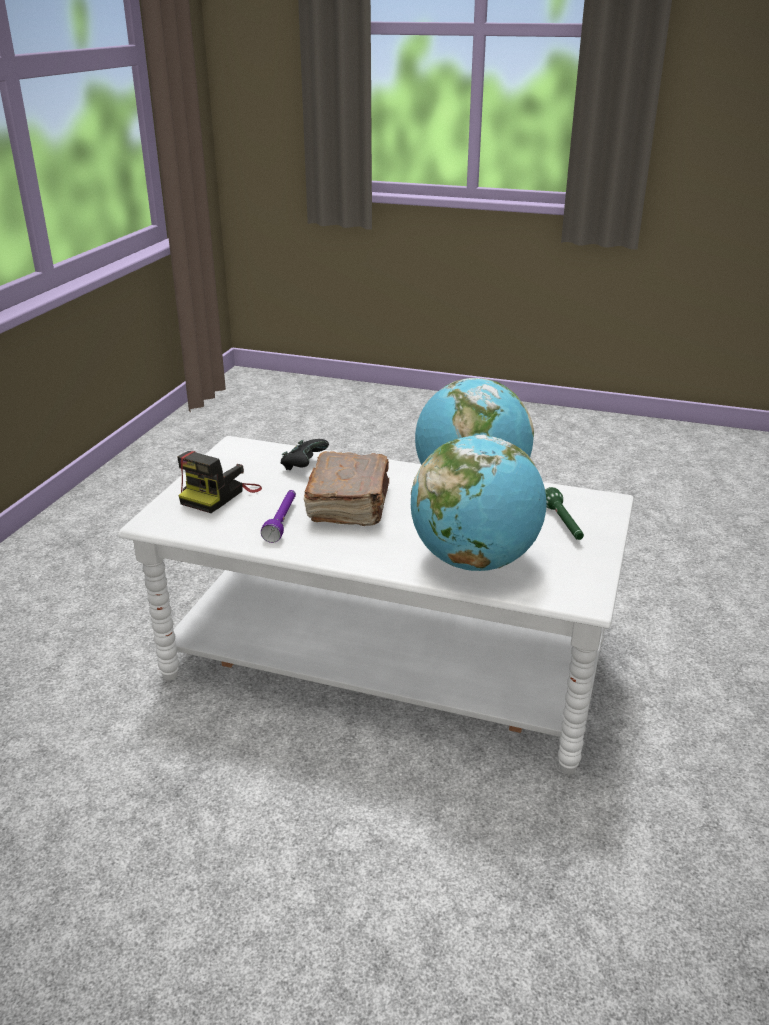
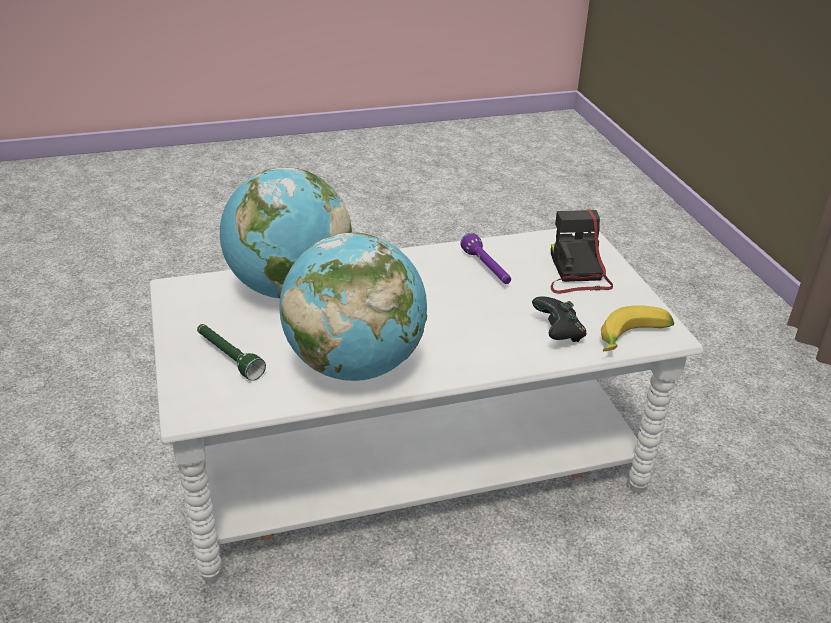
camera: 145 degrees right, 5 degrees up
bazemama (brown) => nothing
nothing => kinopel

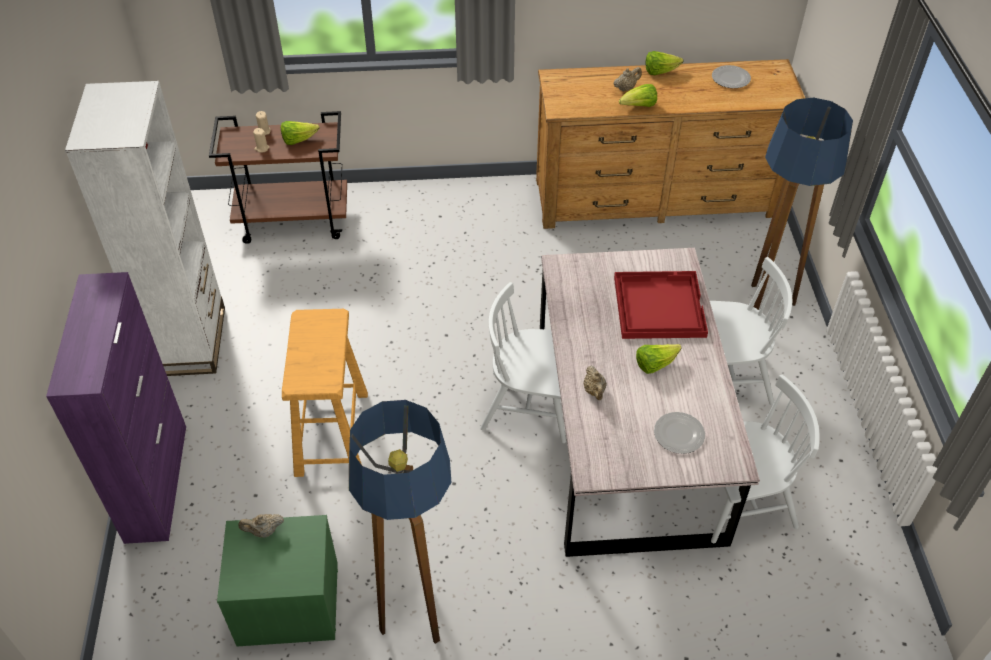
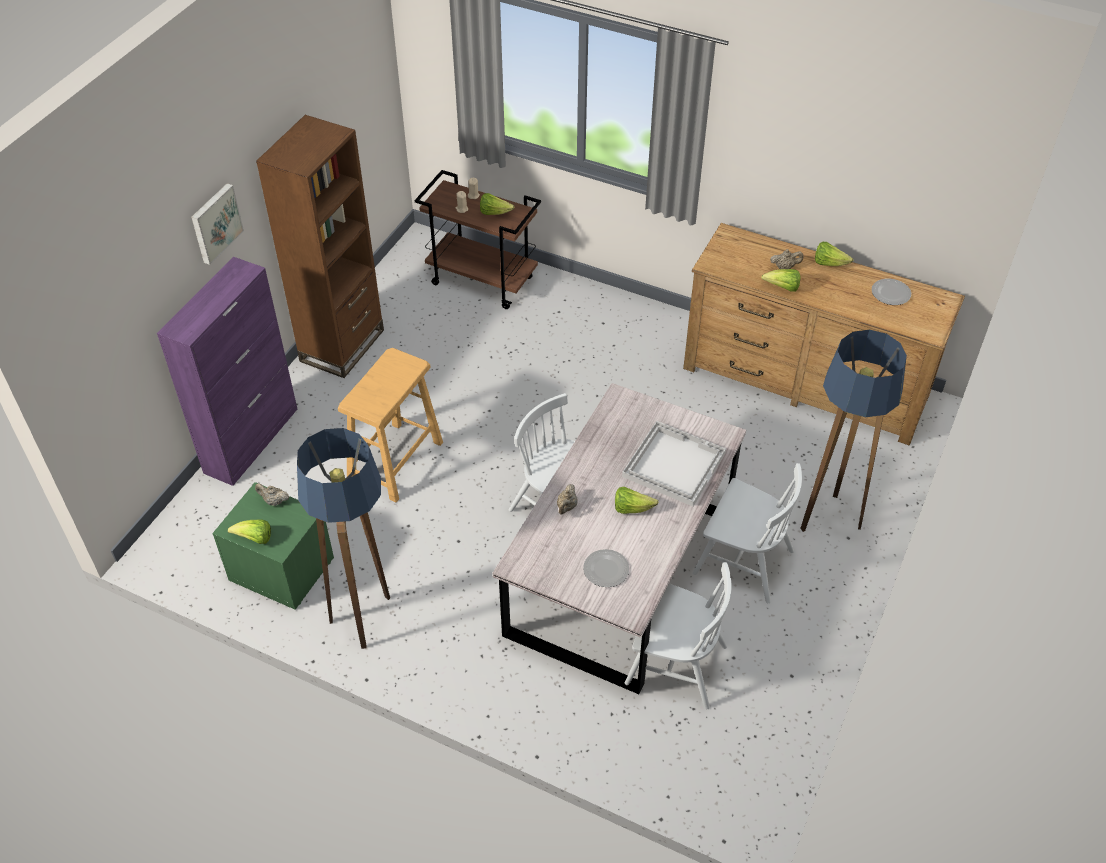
camera: 30 degrees right, 0 degrees up
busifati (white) => busifati (brown)
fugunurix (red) => fugunurix (white)
nothing => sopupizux
nothing => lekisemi (1st from left)

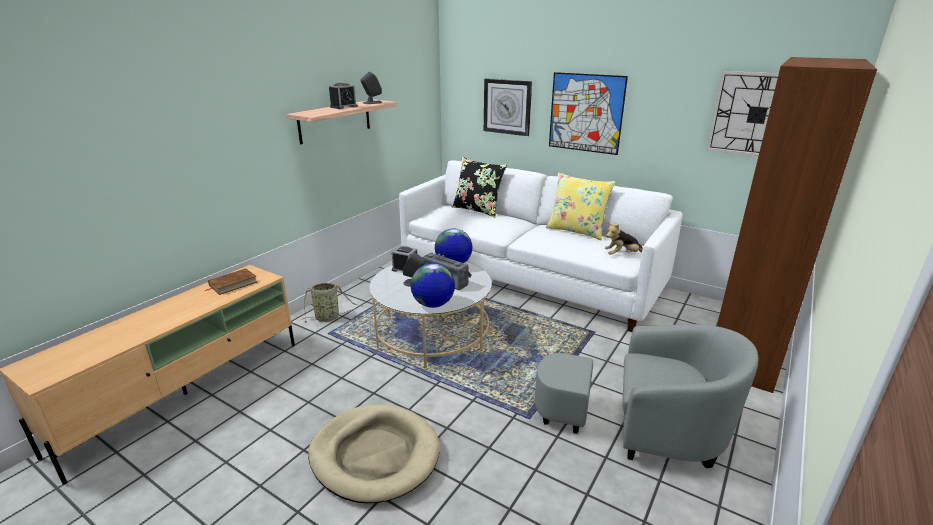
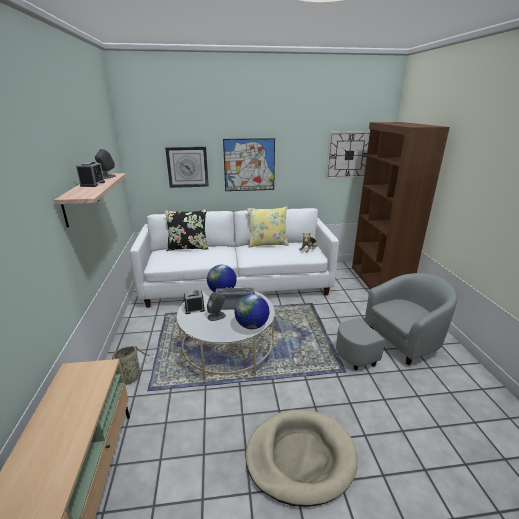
camera: 40 degrees left, 0 degrees up
bazemama (brown) => nothing

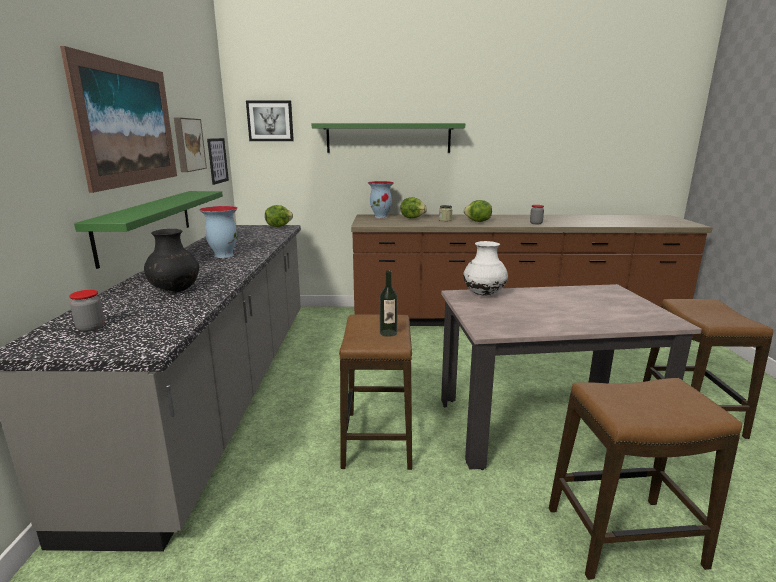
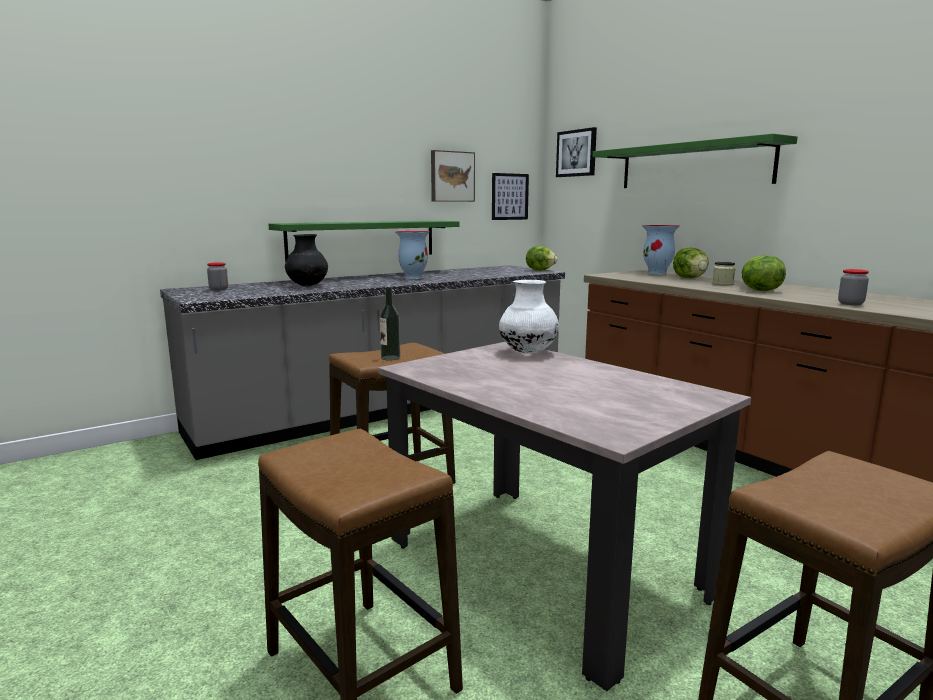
camera: 55 degrees right, 5 degrees down
sopupizux (1st from left) => nothing

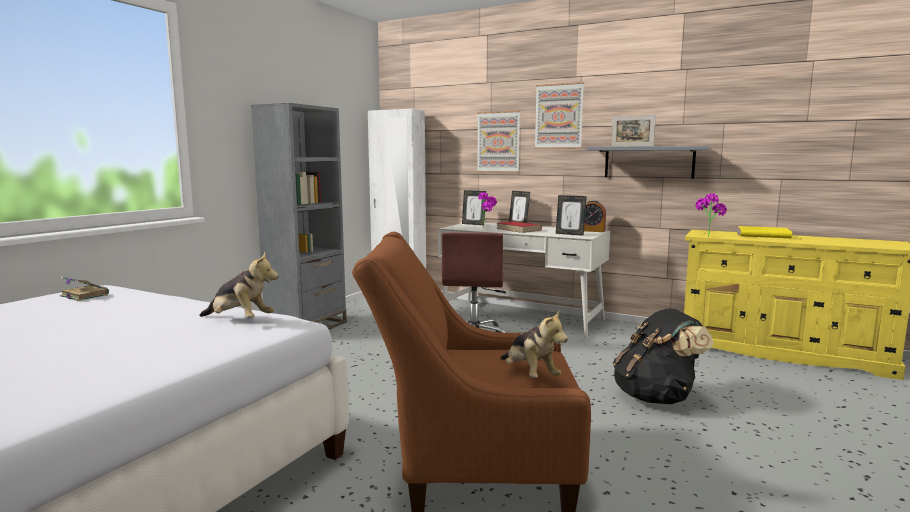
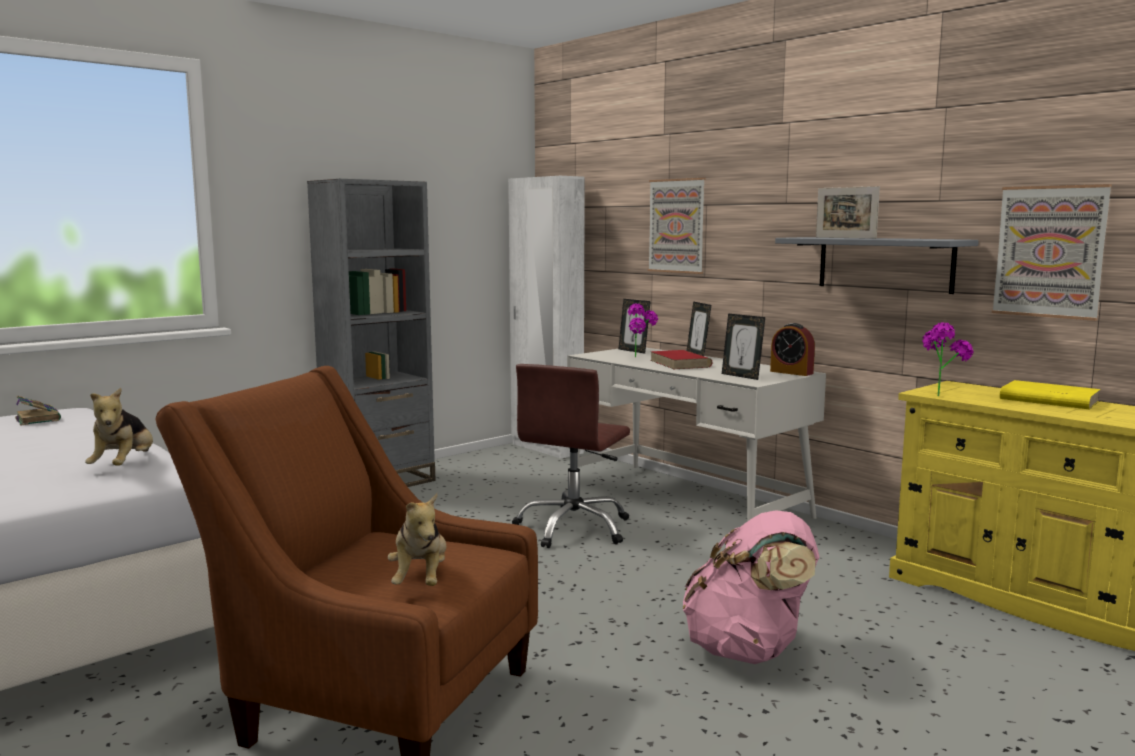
camera: 20 degrees right, 0 degrees up
sopupizux (2nd from left), move
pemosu (1st from left), 45 degrees clockwise
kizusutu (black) => kizusutu (pink)

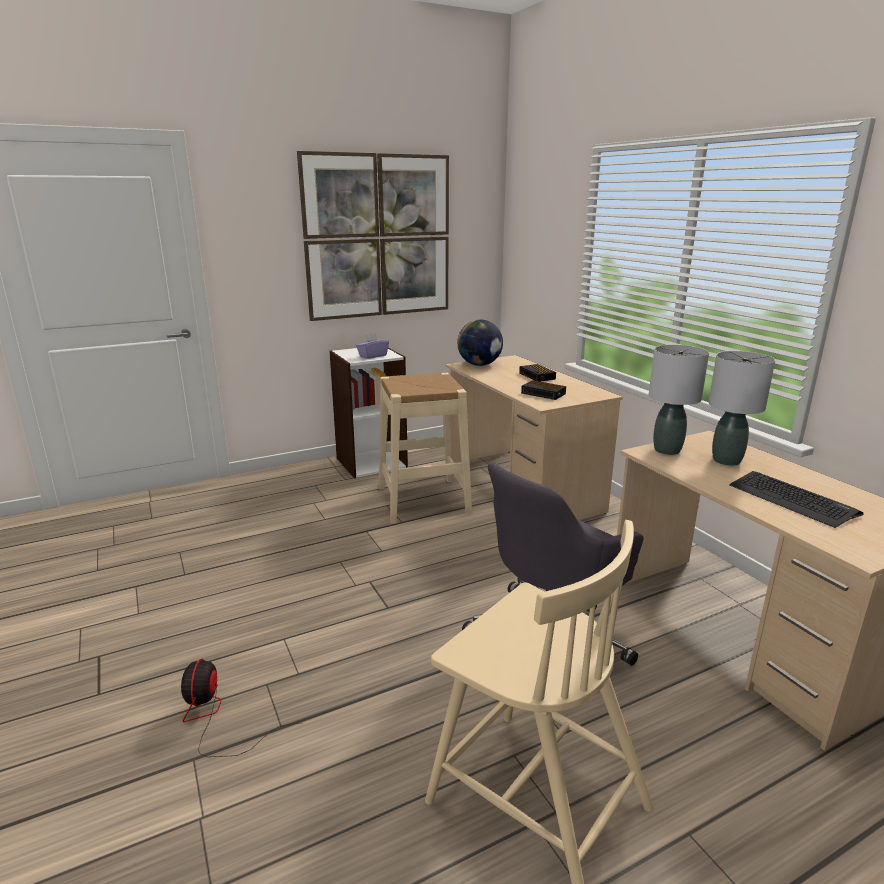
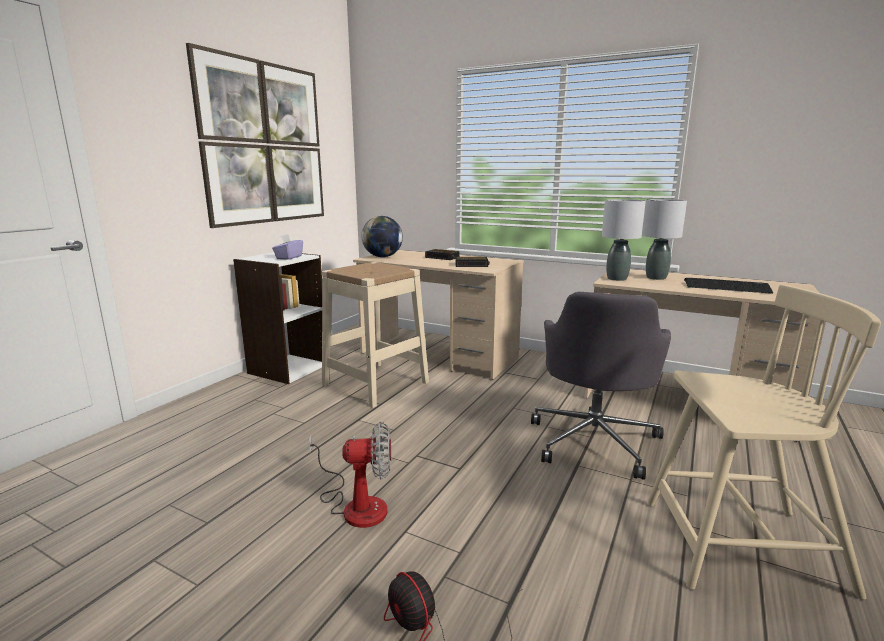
camera: 35 degrees left, 5 degrees down
nothing => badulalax (1st from left)

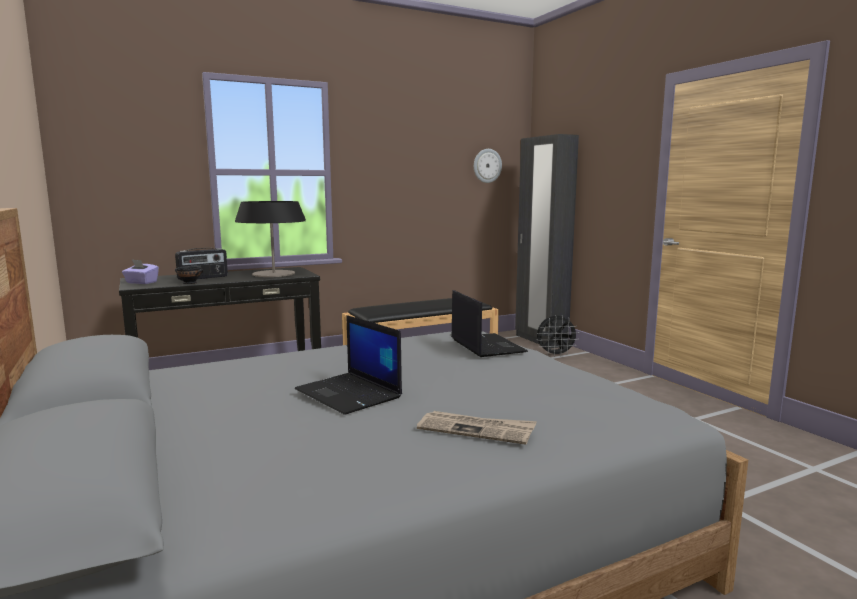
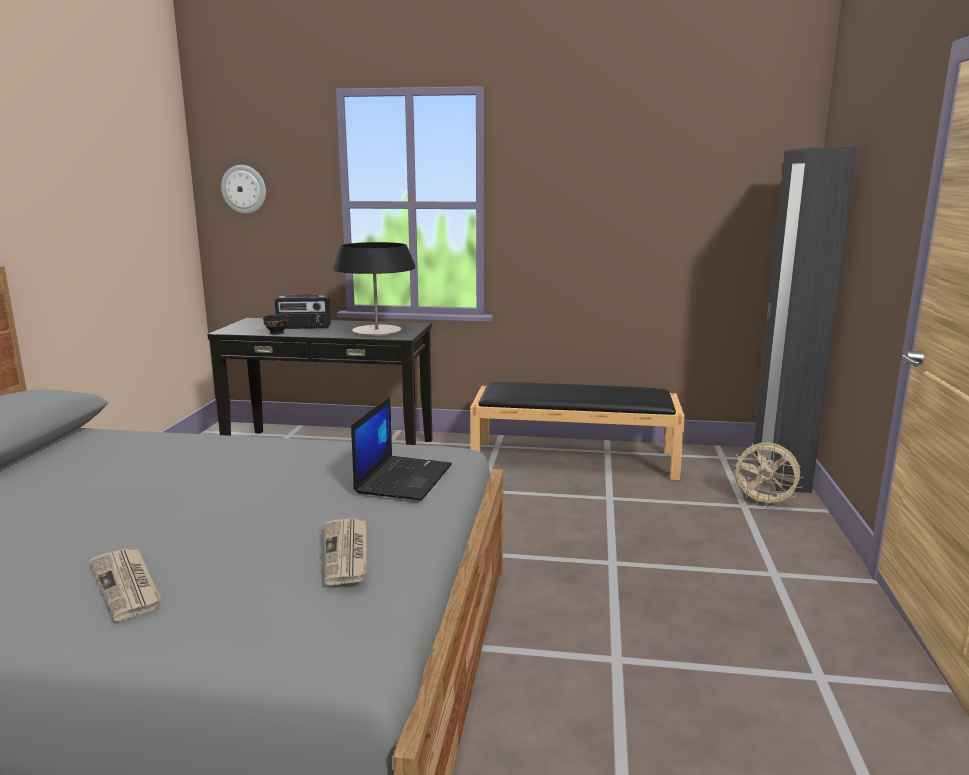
camera: 35 degrees right, 5 degrees up
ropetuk, move
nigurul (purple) => nothing
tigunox (1st from left) => nothing
badulalax (black) => badulalax (beige)
nothing => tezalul (2nd from left)

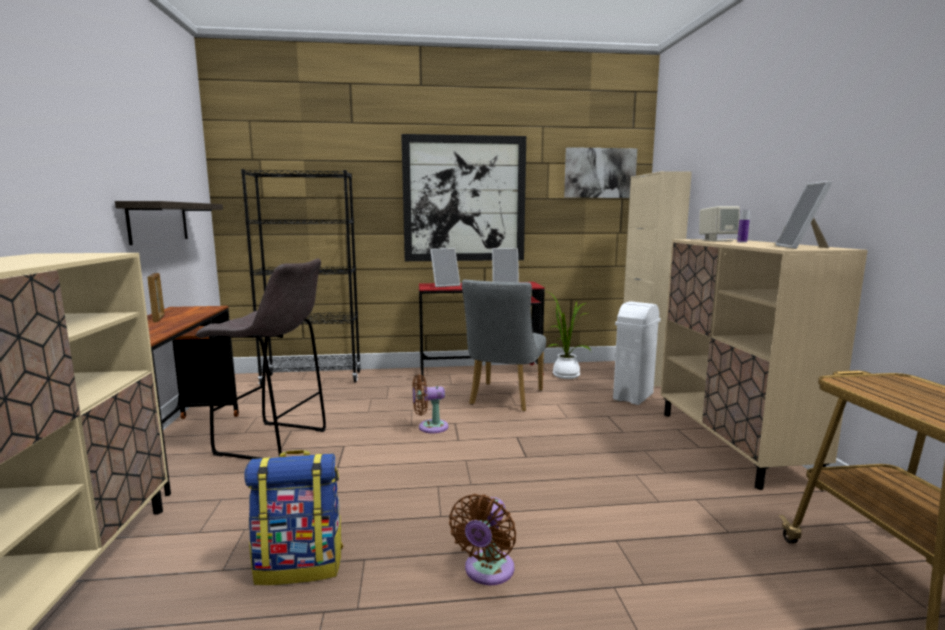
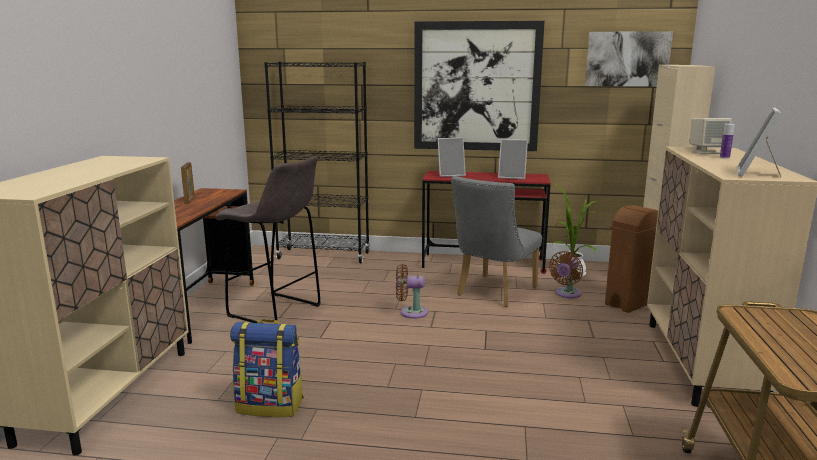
camera: 15 degrees right, 5 degrees up
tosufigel => nothing
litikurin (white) => litikurin (brown)
badulalax (brown) (2nd from left), move

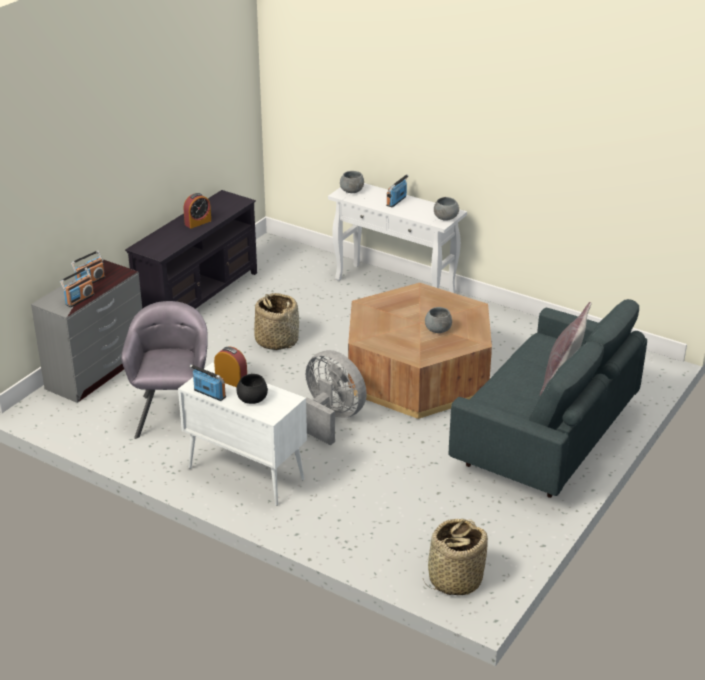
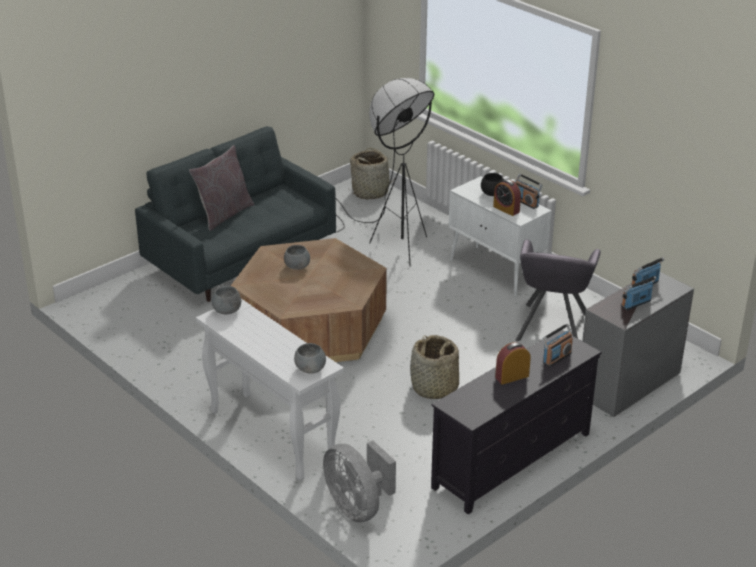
camera: 165 degrees left, 0 degrees up
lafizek (4th from left in the first image) => lafizek (2nd from left), move
badulalax (grey), move
nothing => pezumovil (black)

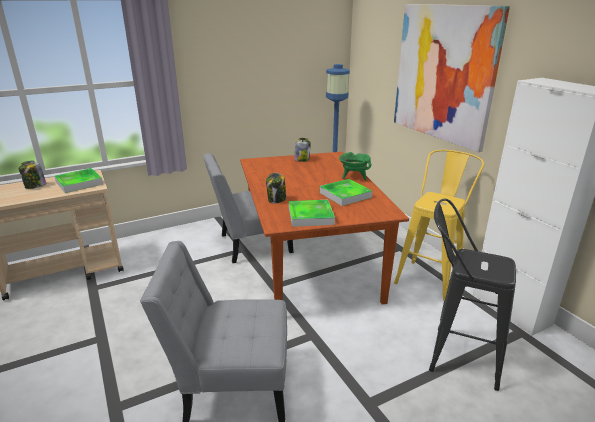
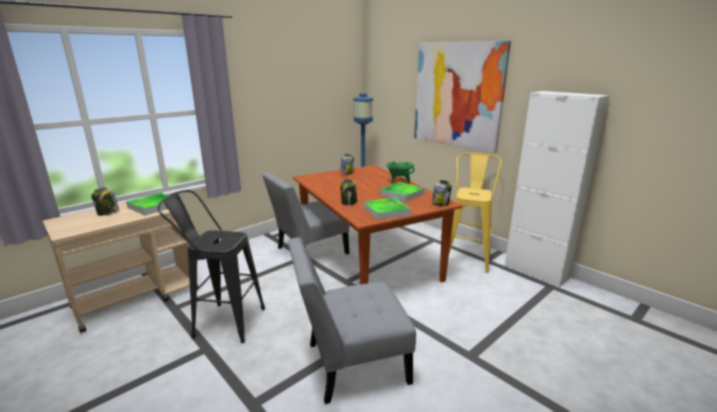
camera: 15 degrees left, 5 degrees down
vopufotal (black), move
nothing => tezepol (4th from left)

